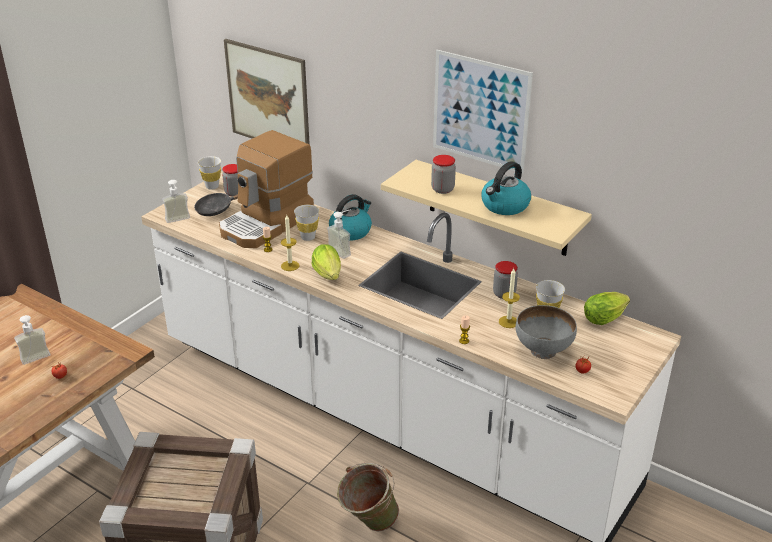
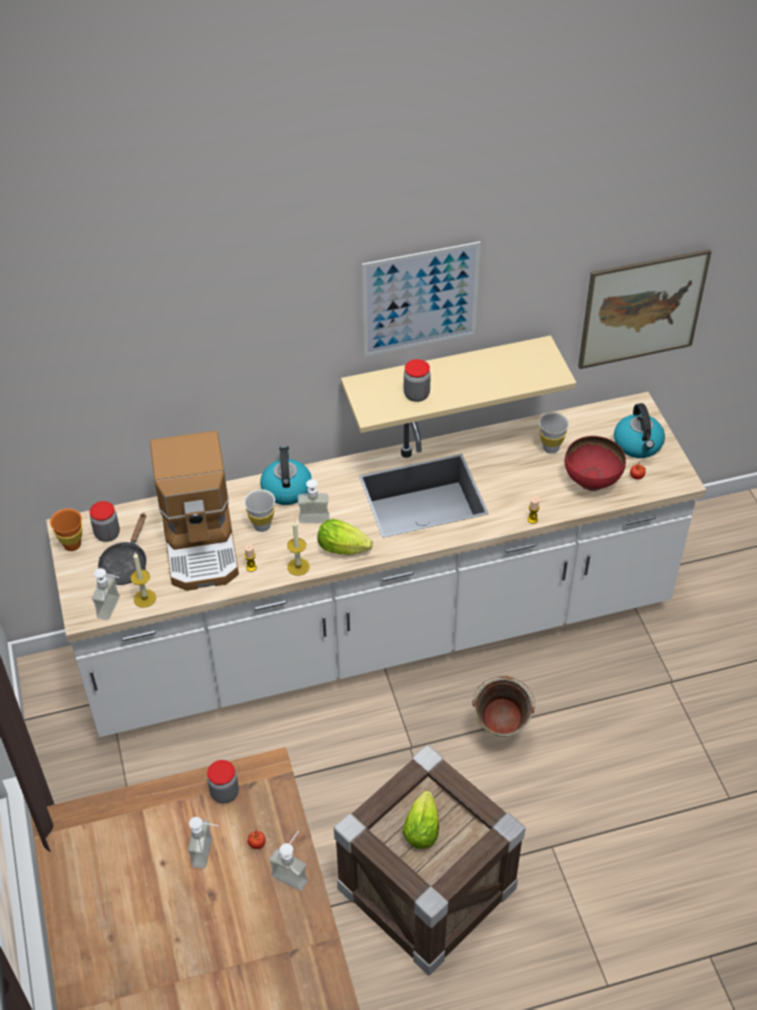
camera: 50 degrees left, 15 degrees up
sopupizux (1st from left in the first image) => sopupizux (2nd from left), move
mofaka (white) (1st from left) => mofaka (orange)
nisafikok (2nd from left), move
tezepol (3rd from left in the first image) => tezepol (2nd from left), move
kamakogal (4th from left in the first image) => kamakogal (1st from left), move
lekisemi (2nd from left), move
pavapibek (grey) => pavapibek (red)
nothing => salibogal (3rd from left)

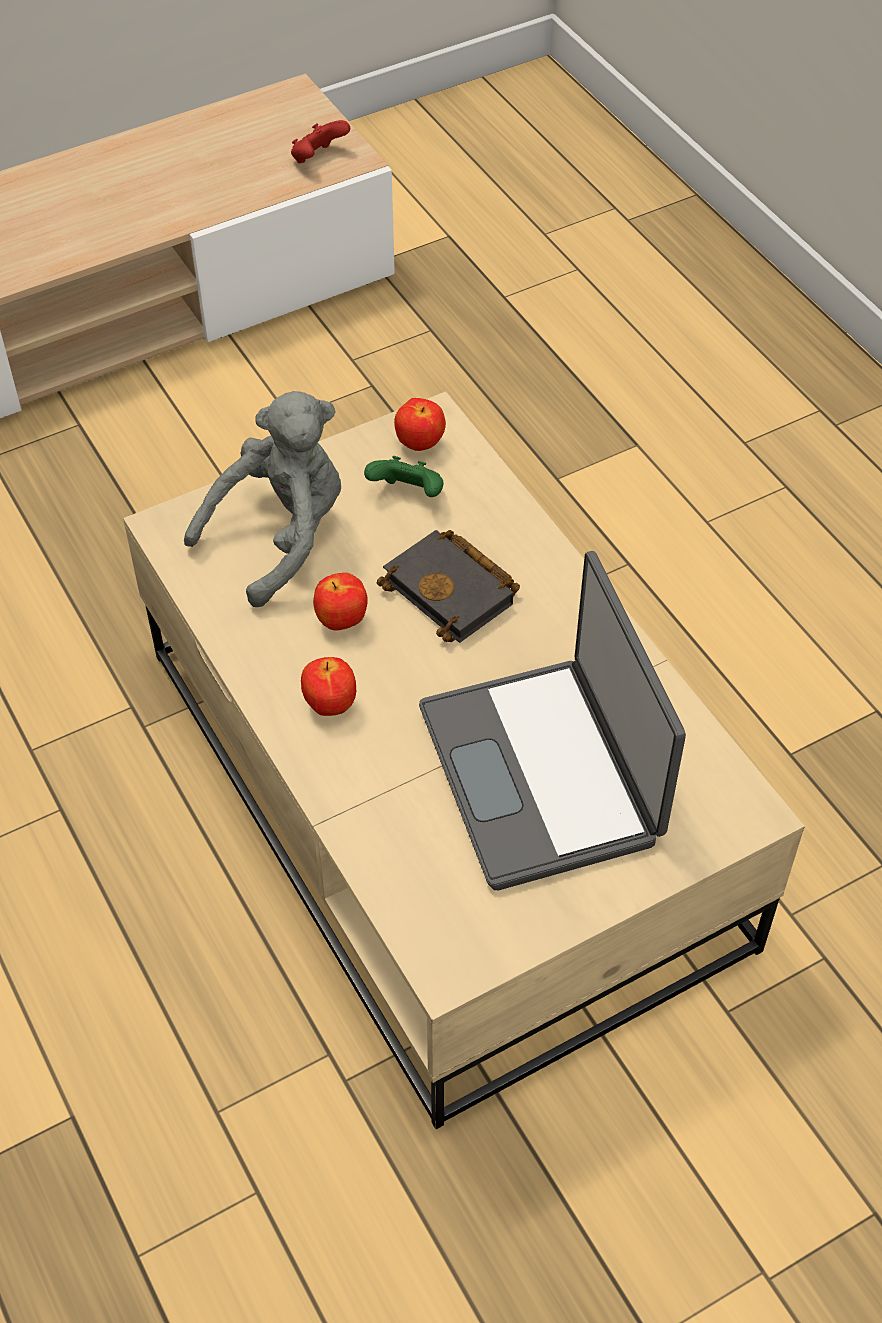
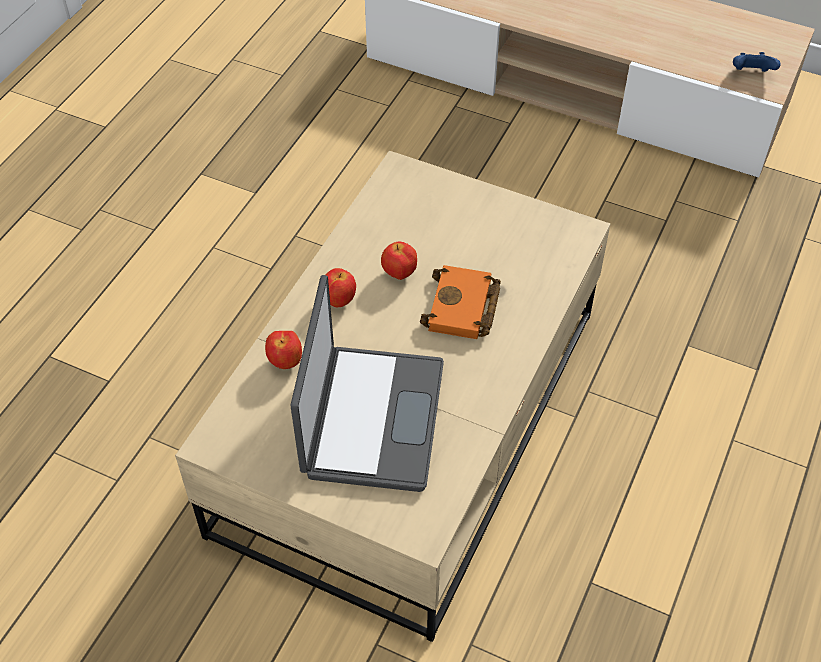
camera: 55 degrees right, 0 degrees up
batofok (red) => batofok (blue)
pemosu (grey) => nothing
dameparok (3rd from left in the first image) => dameparok (1st from left), move
batofok (green) => nothing
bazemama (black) => bazemama (orange)
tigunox, 150 degrees clockwise

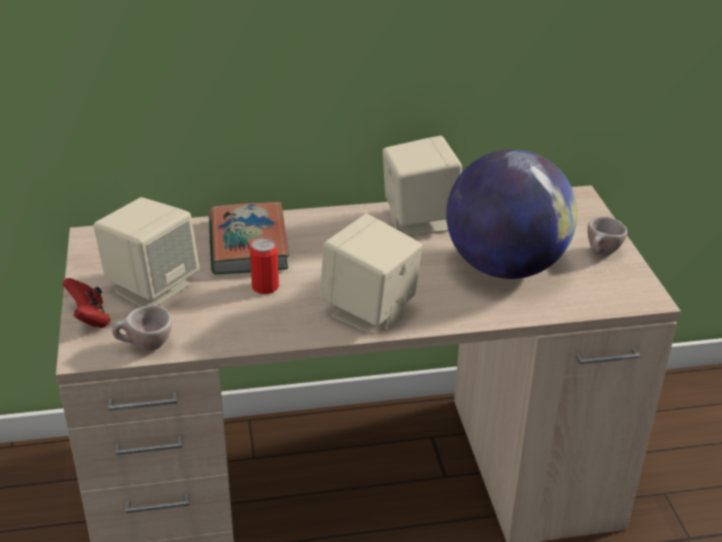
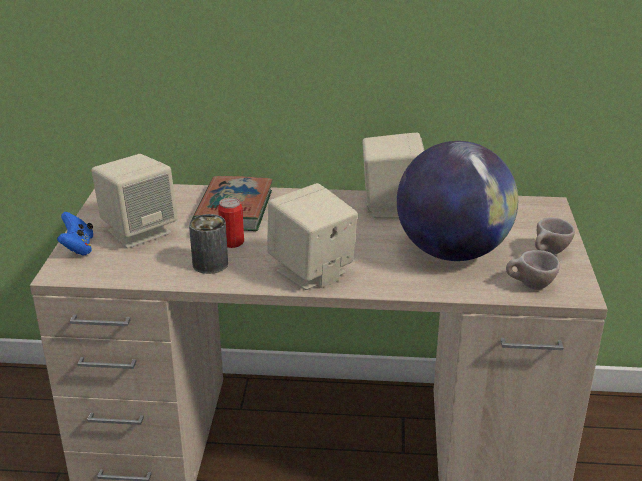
camera: 15 degrees right, 5 degrees down
batofok (red) => batofok (blue)
mofaka (beige) (1st from left), move
nothing => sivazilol (1st from left)

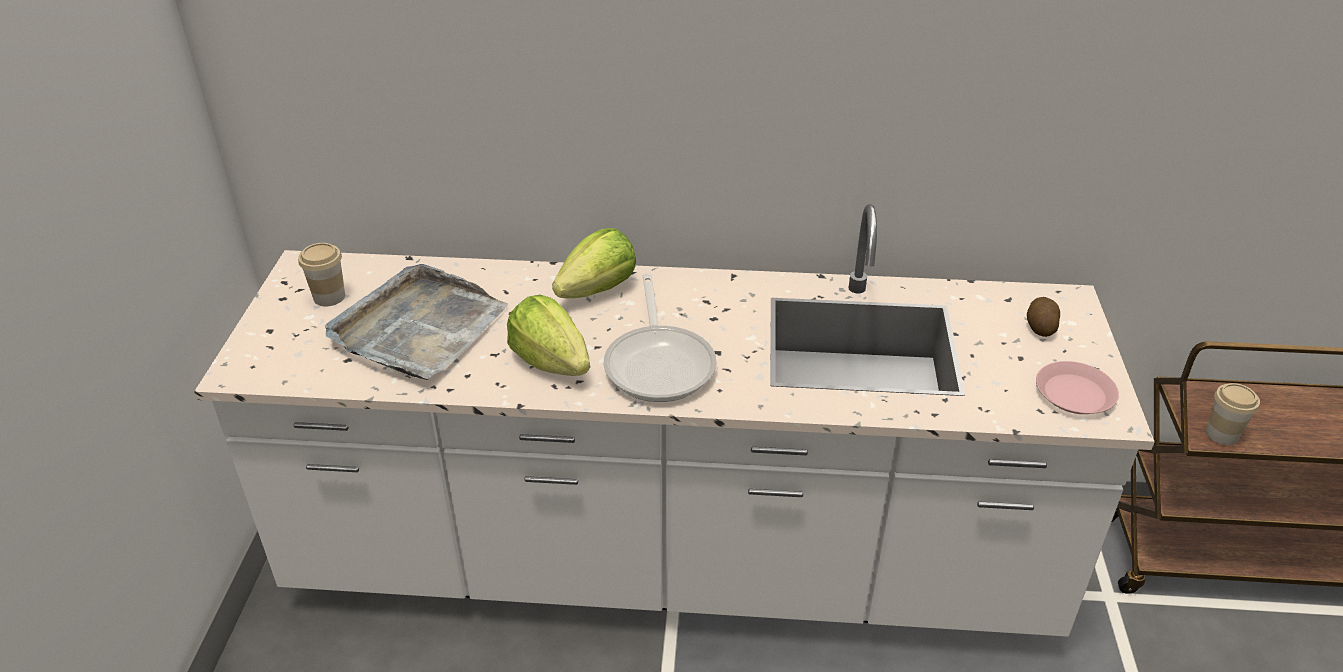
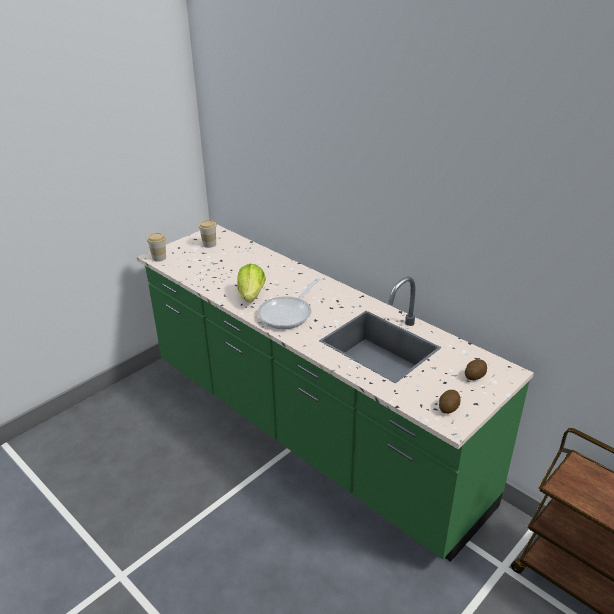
camera: 40 degrees right, 5 degrees down
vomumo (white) => vomumo (green)
lekisemi (2nd from left) => nothing
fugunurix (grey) => nothing
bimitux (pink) => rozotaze (1st from left)
mofaka (2nd from left in the first image) => mofaka (1st from left), move

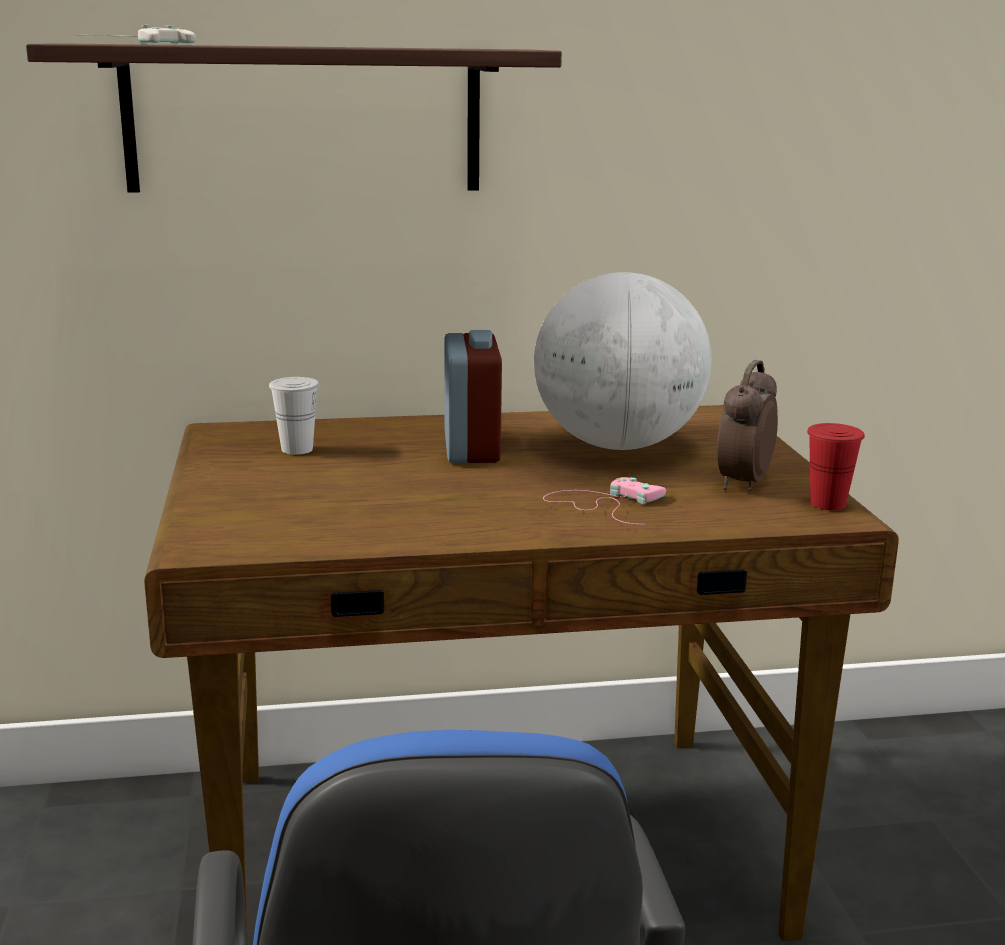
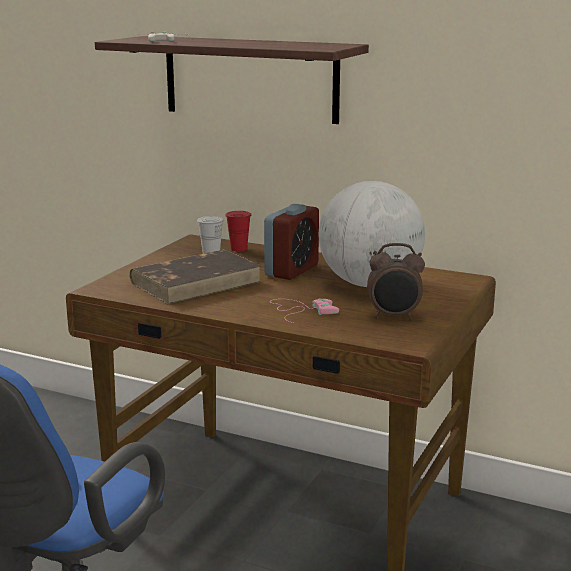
camera: 35 degrees right, 0 degrees up
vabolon (2nd from left), 150 degrees counterclockwise
mofaka (red), move
nothing => bazemama (brown)

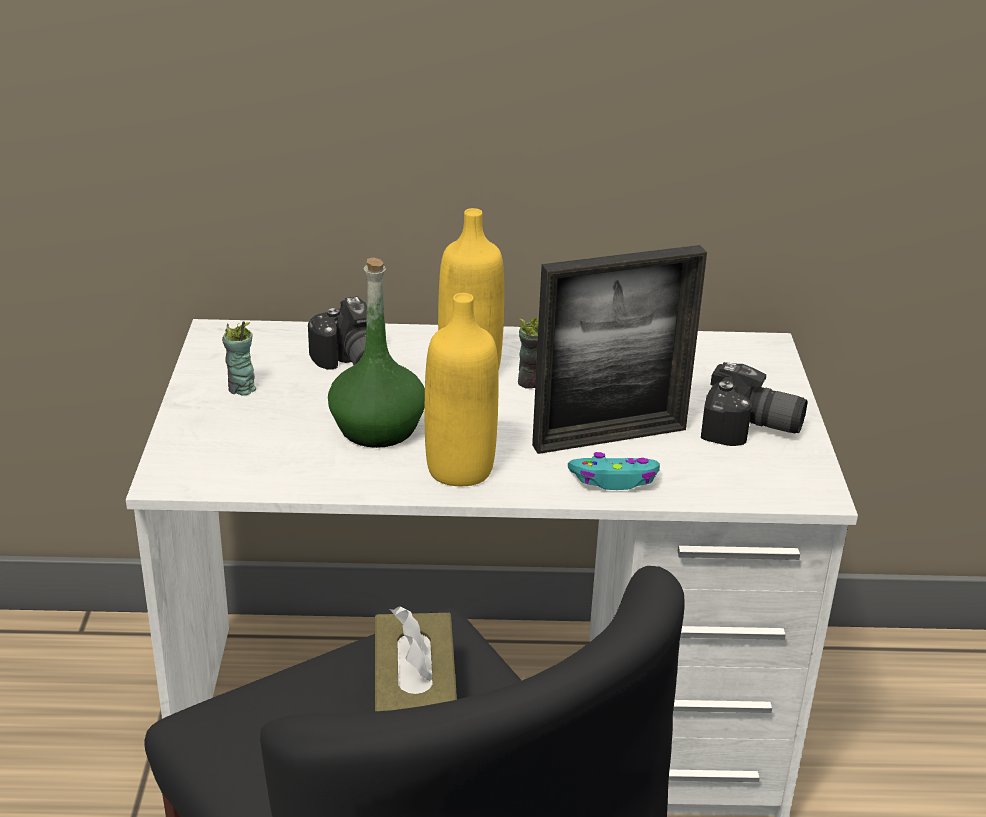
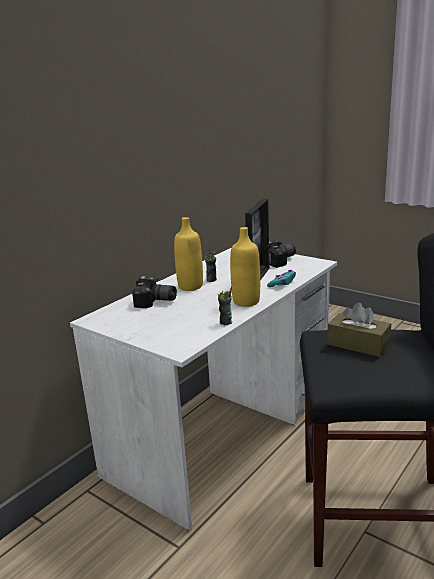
camera: 50 degrees left, 10 degrees down
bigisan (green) => nothing
mofaka (1st from left in the first image) => mofaka (2nd from left), move

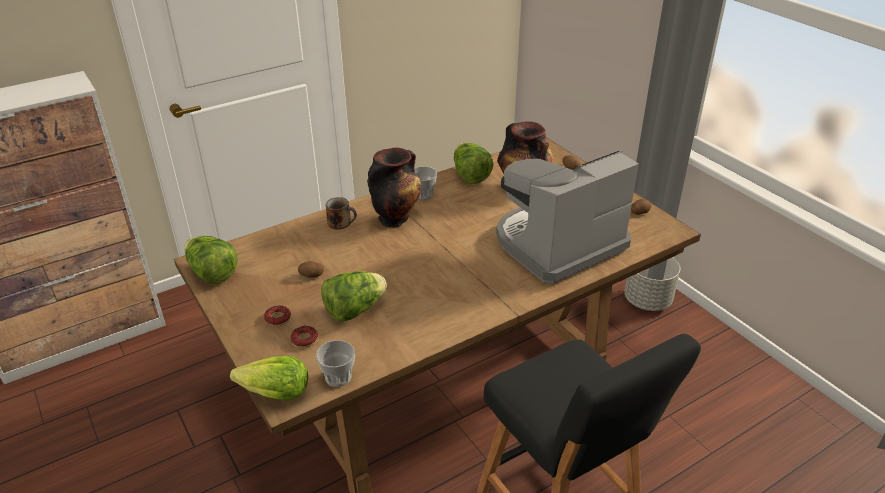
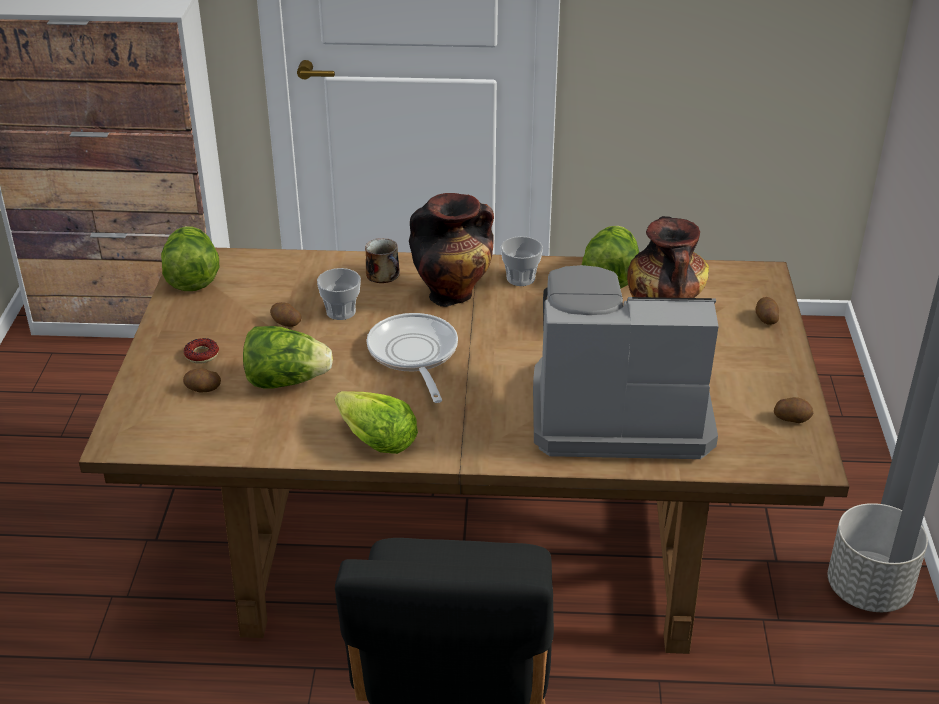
camera: 35 degrees right, 0 degrees up
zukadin (2nd from left) => rozotaze (1st from left)
mofaka (1st from left), move
lekisemi (2nd from left in the first image) => lekisemi (3rd from left), move
nothing => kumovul

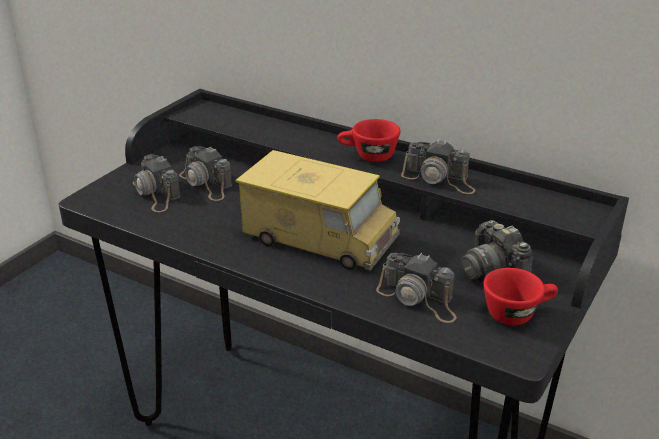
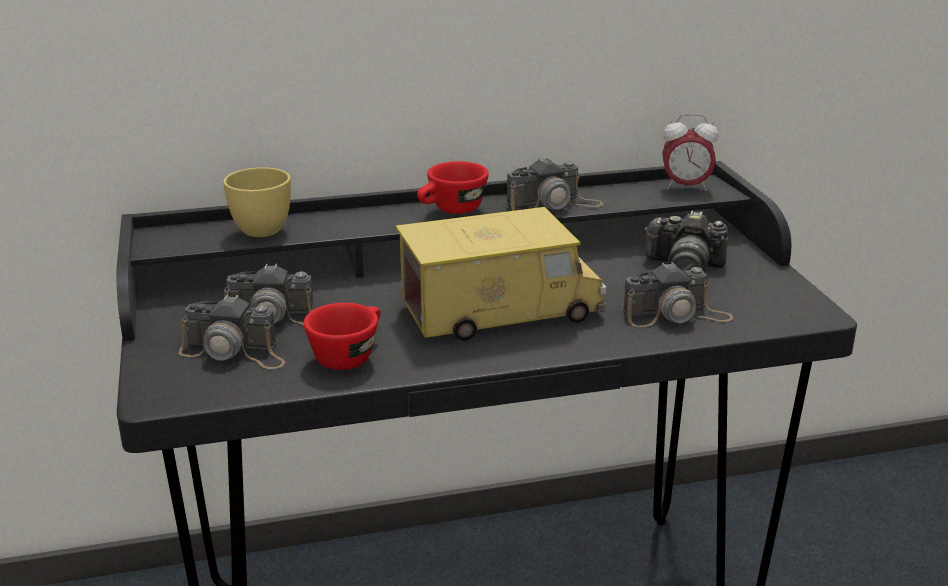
camera: 45 degrees left, 5 degrees down
mofaka (red) (2nd from left in the first image) => mofaka (red) (1st from left), move
nothing => vabolon
nothing => mofaka (yellow)

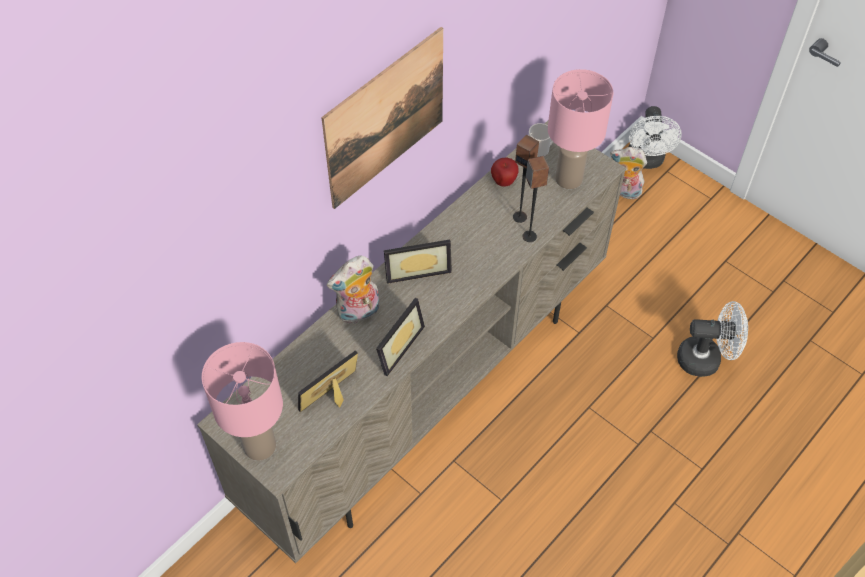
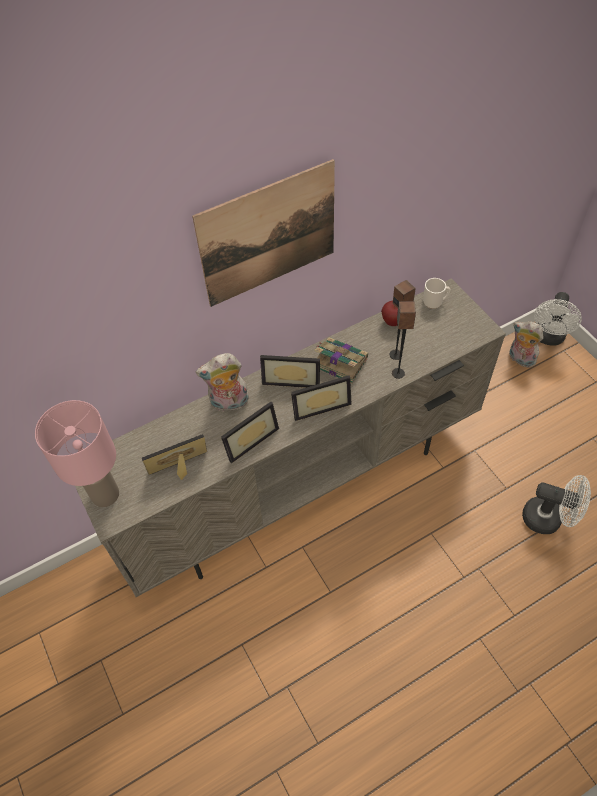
camera: 20 degrees right, 0 degrees up
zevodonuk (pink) (2nd from left) => nothing
nothing => bazemama
nothing => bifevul (4th from left)

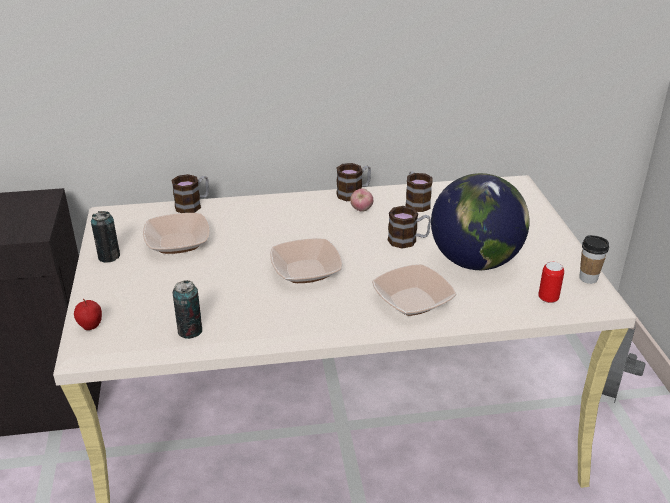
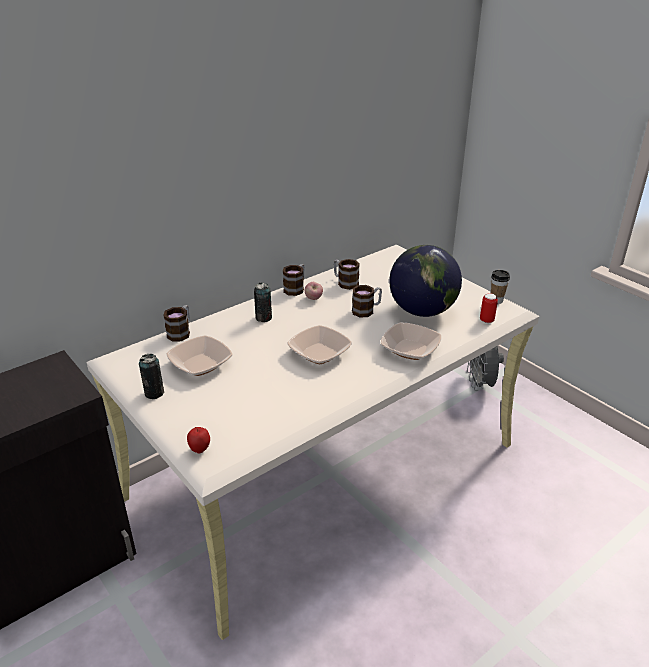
camera: 30 degrees left, 0 degrees up
sivazilol (2nd from left), move

